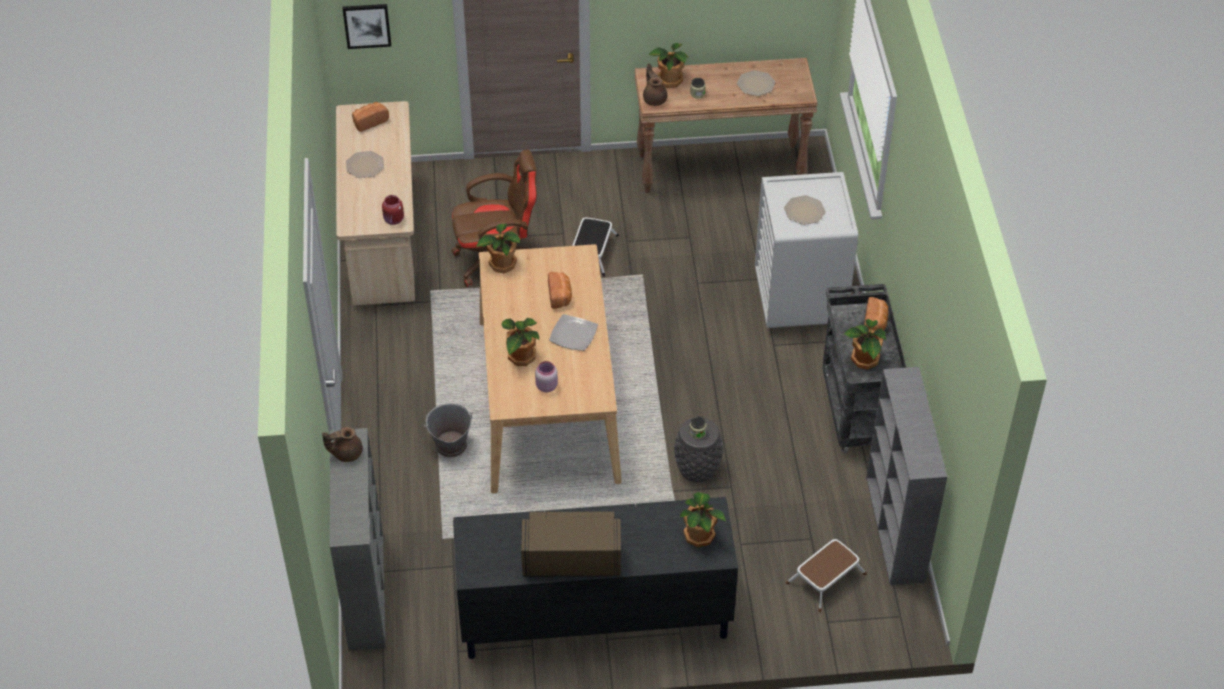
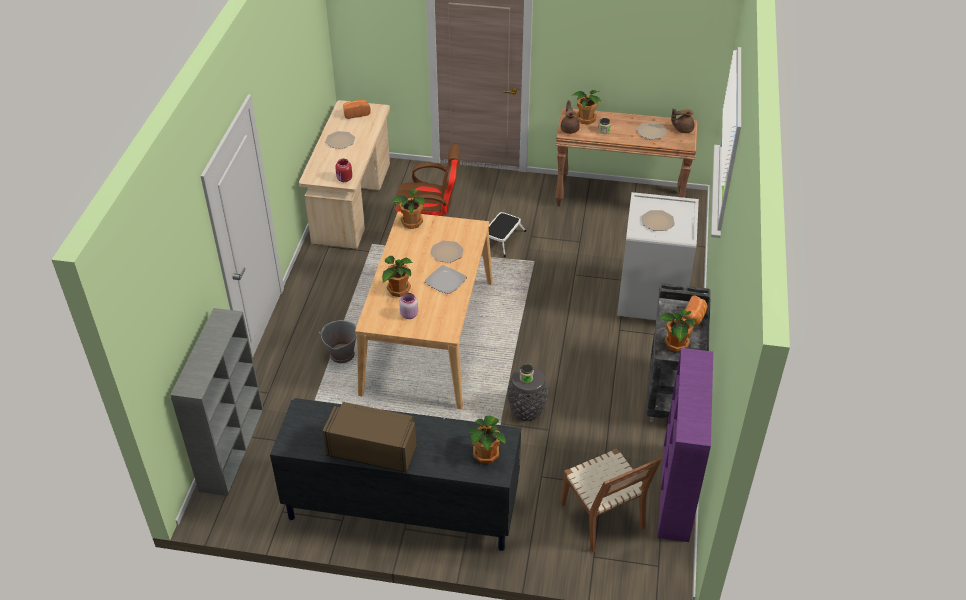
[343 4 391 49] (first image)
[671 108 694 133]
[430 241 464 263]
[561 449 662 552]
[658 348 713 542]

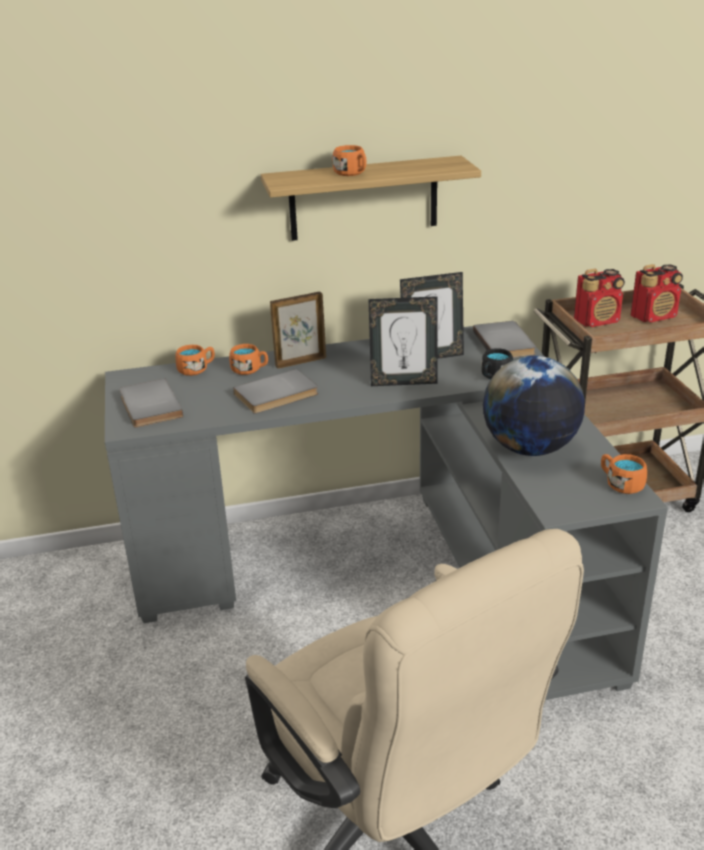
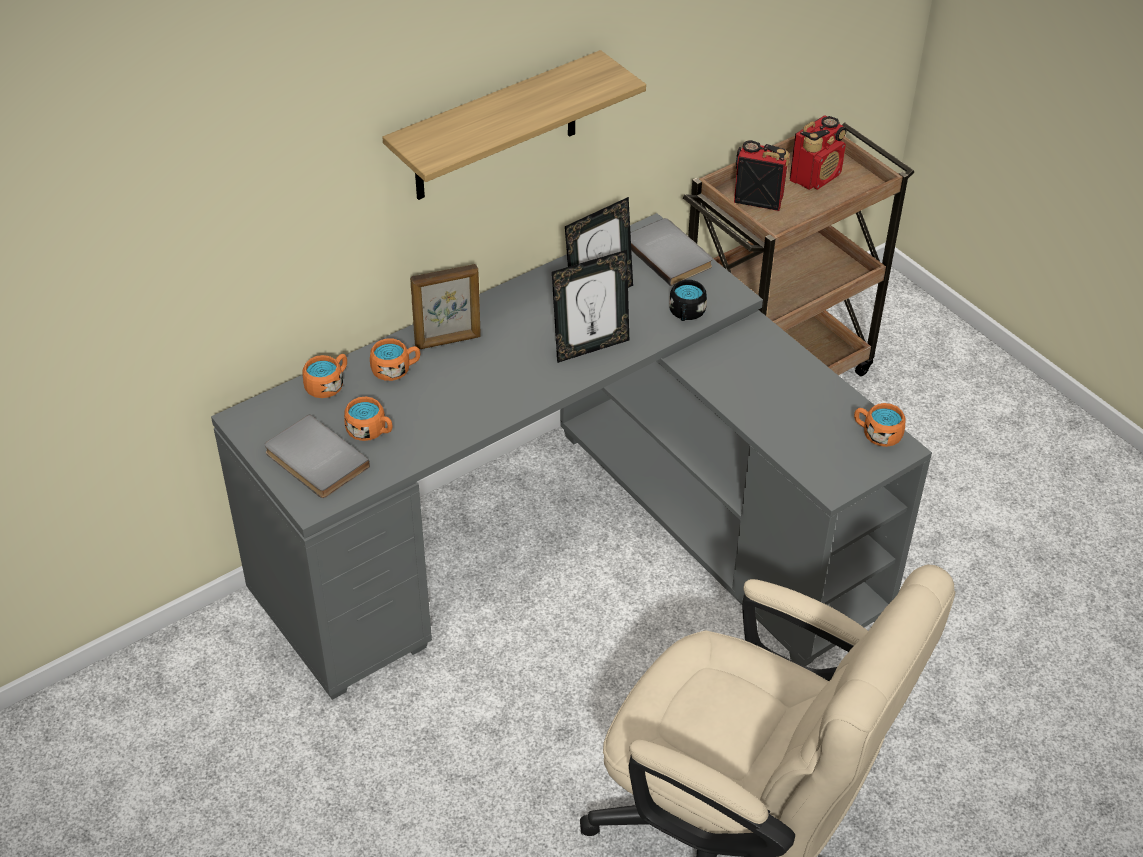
[233 369 318 414] (first image)
[483 356 585 456] (first image)
[344 397 392 441]
[410 264 481 349]
[734 140 790 211]

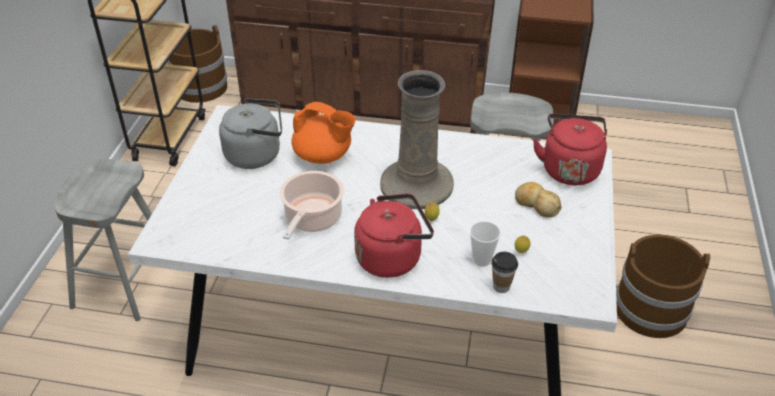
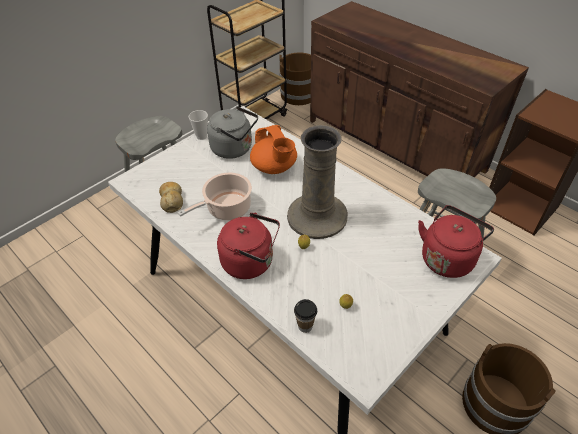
[189 110 208 140]
[159 182 183 213]

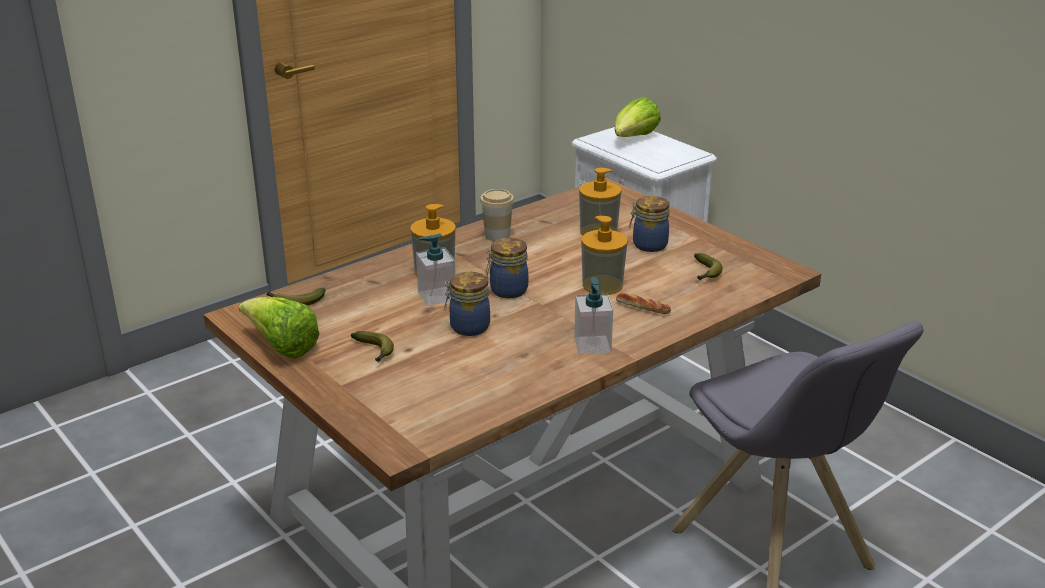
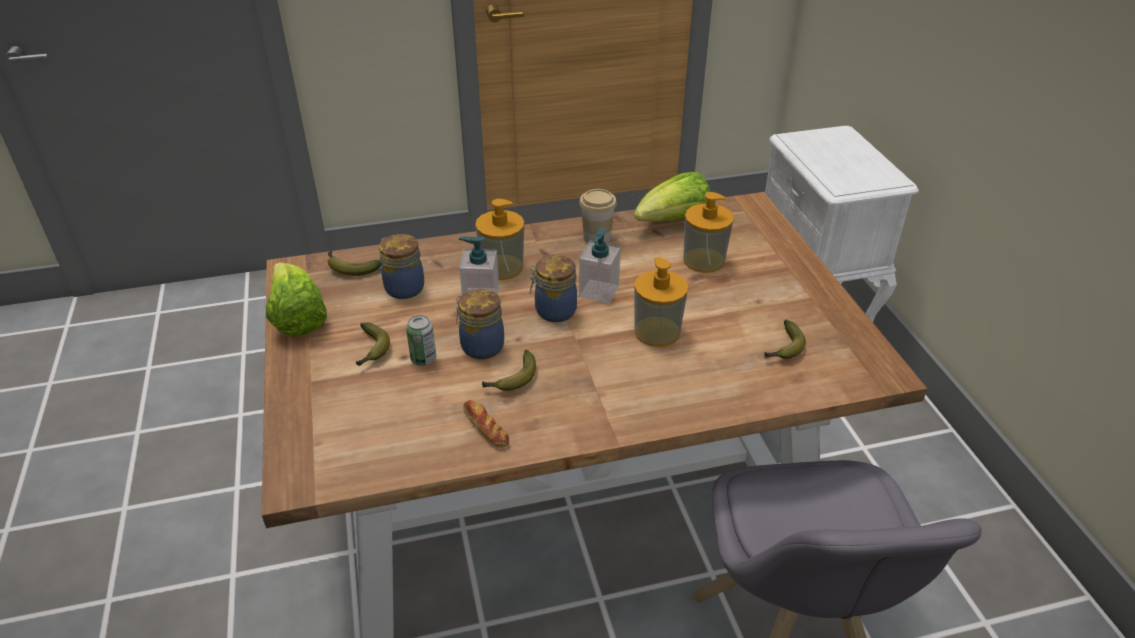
[406 315 436 366]
[482 350 536 391]
[579 228 621 304]
[634 172 710 221]
[463 400 509 448]
[379 234 424 299]

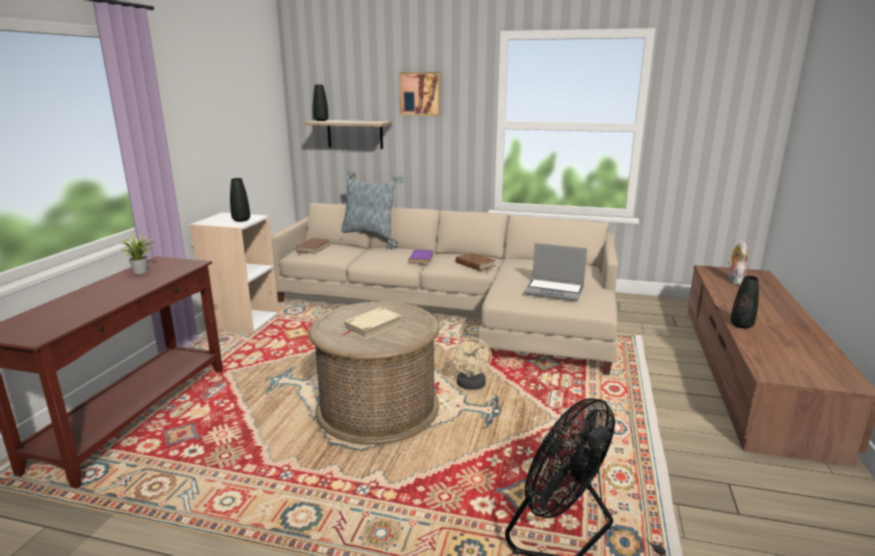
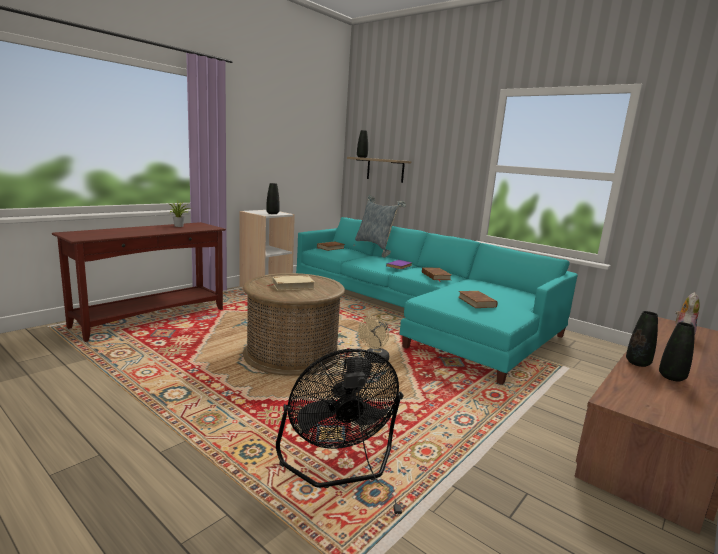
[399 72 441 116] (first image)
[659 322 695 382]
[458 291 498 308]
[296 217 578 385]

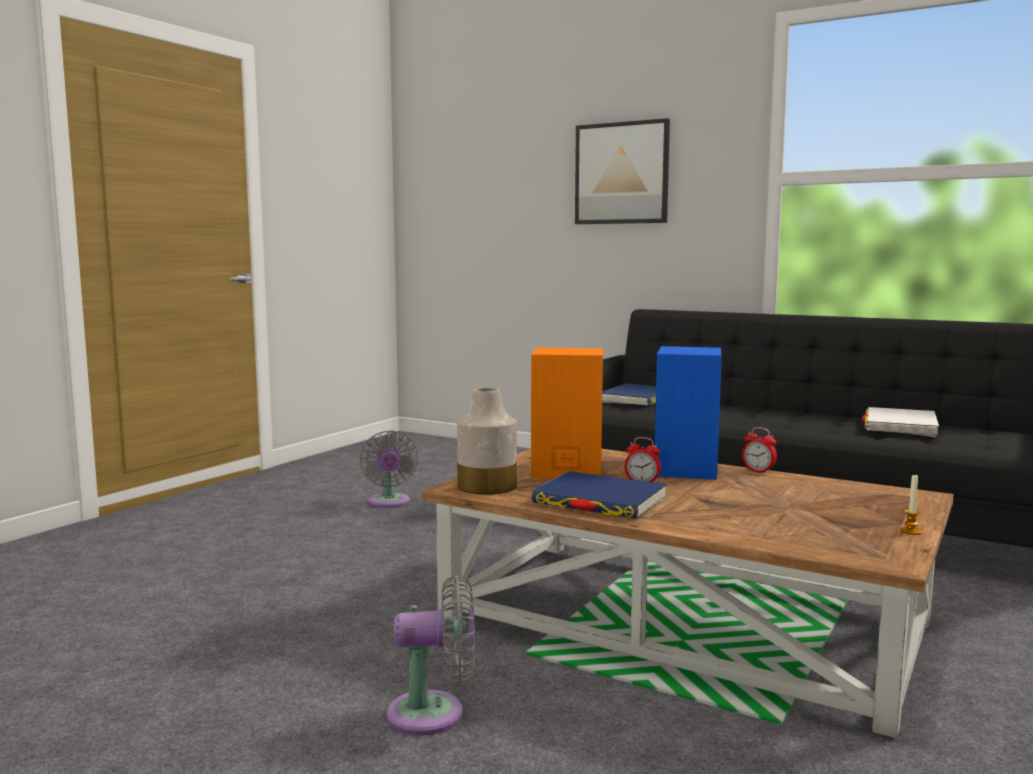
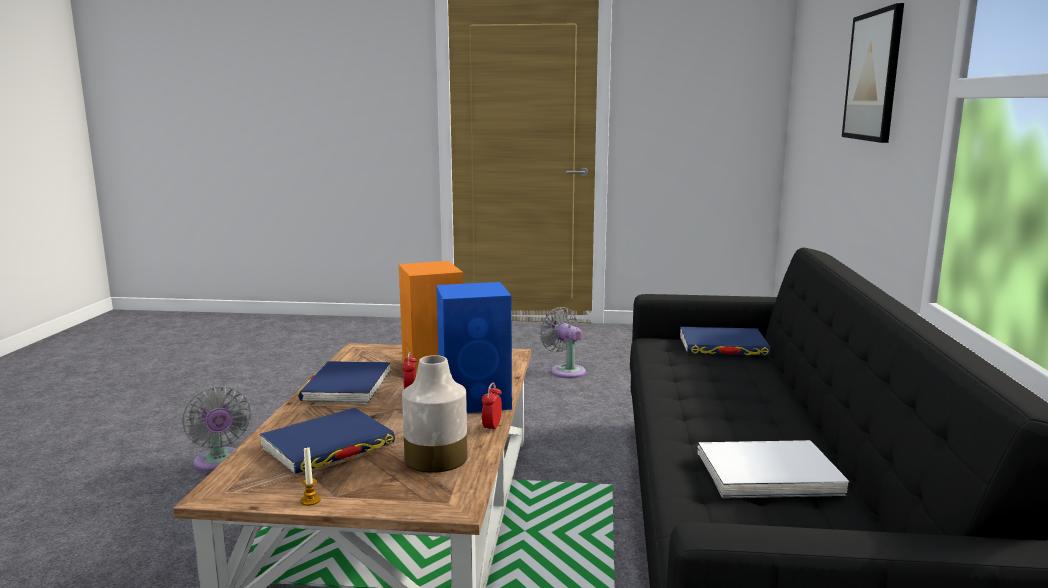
[260 408 395 474]
[402 355 468 473]
[539 307 586 378]

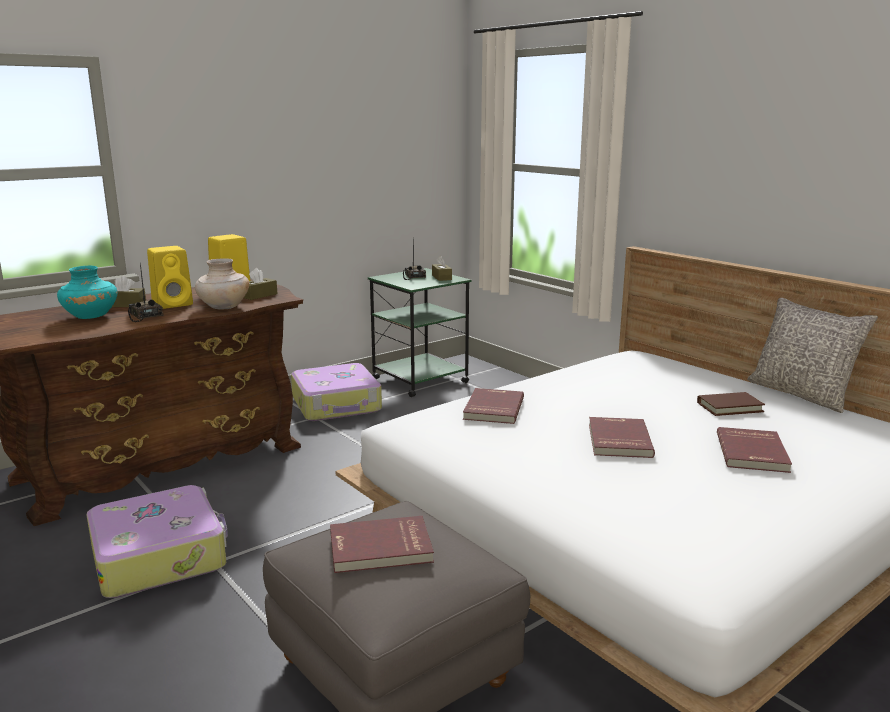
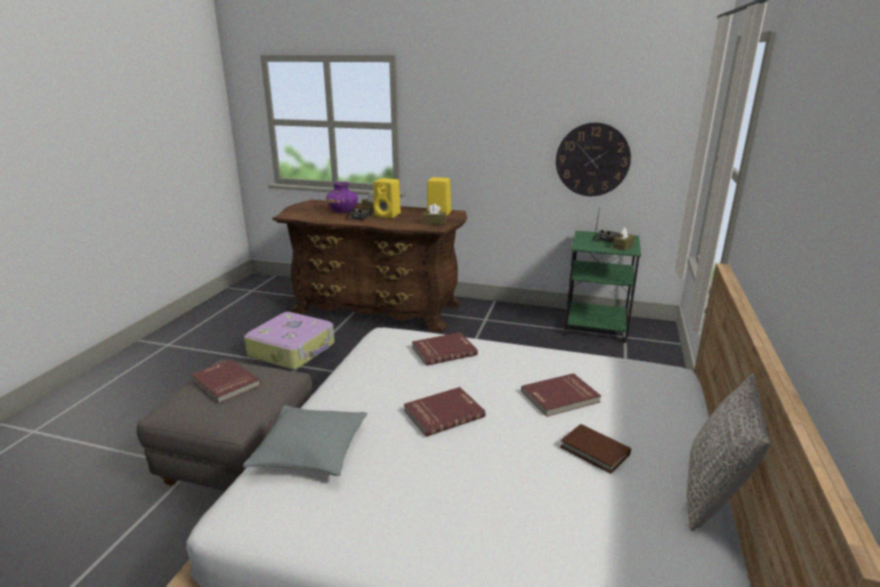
[195 258 249 310] (first image)
[291 363 382 421] (first image)
[243 405 367 476]
[556 123 631 196]
[521 373 601 417]
[326 182 358 213]

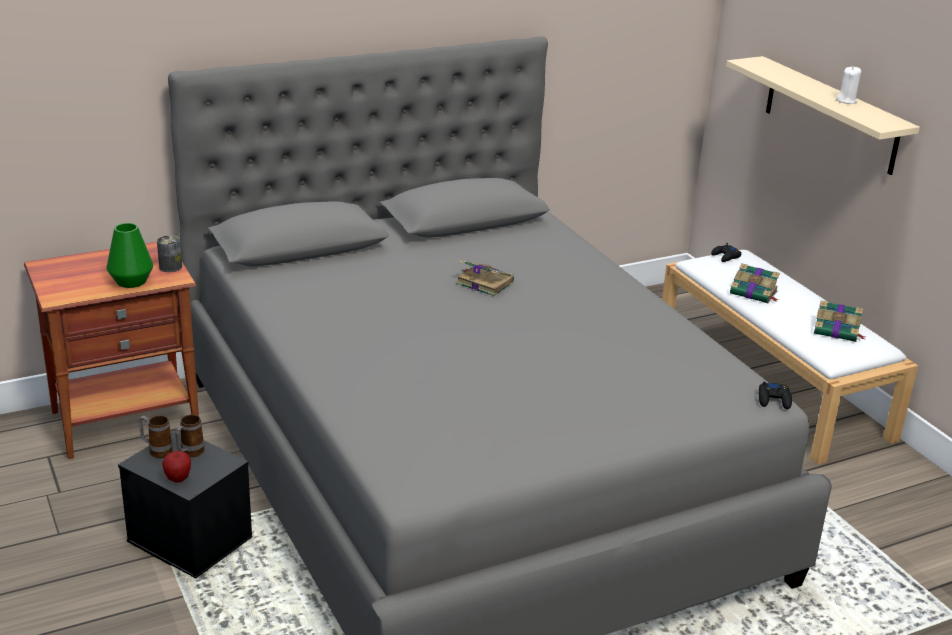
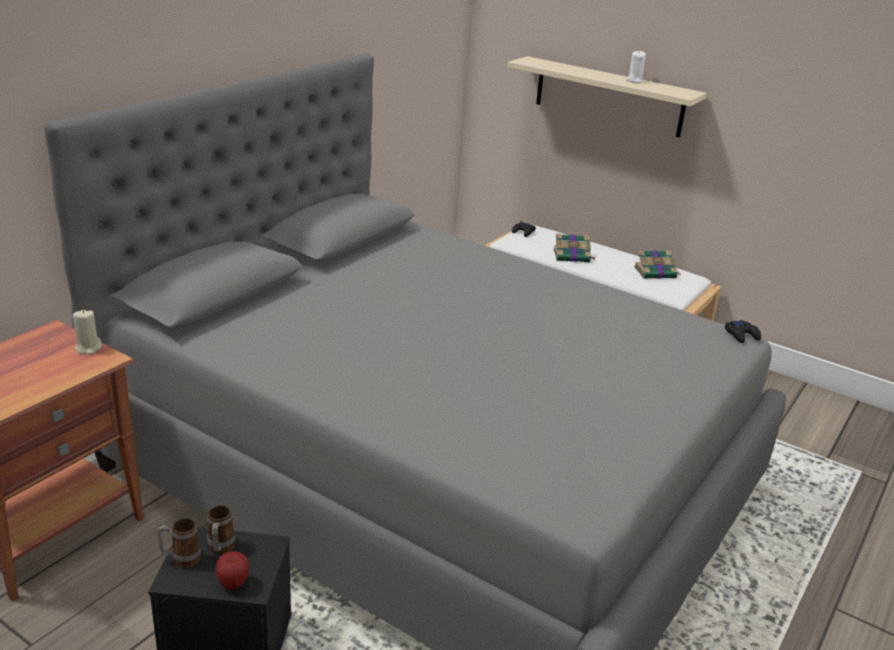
[107 223 153 288] (first image)
[456 260 514 297] (first image)
[73 310 102 354]

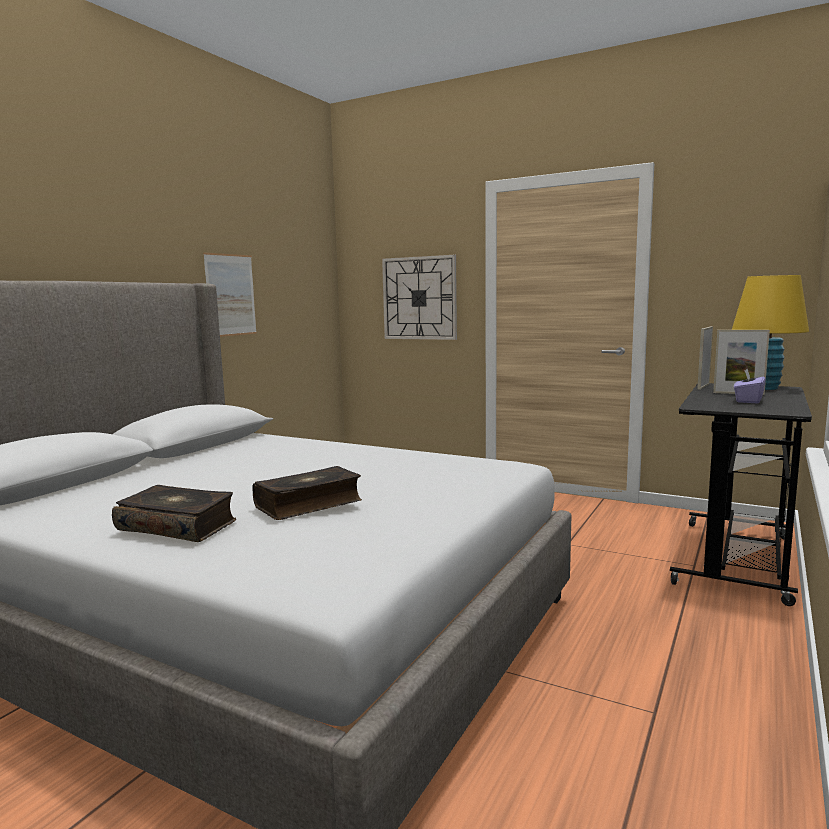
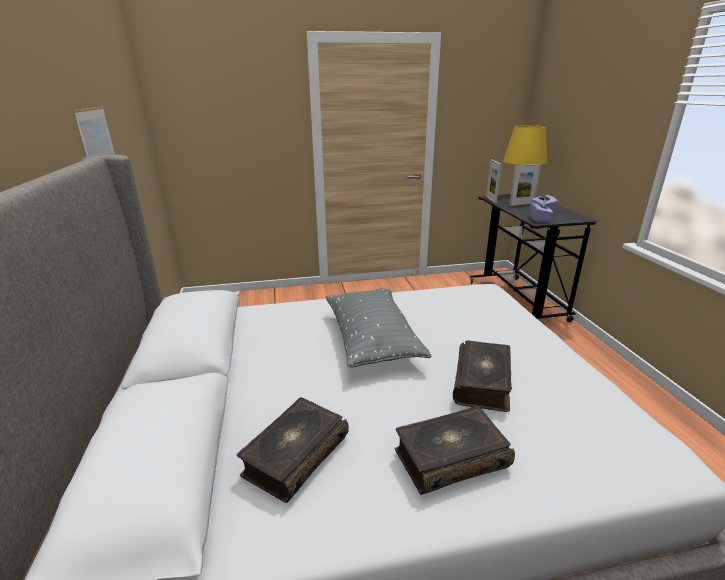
[382 255 457 340] (first image)
[237 397 349 503]
[326 288 431 367]
[530 199 553 223]

